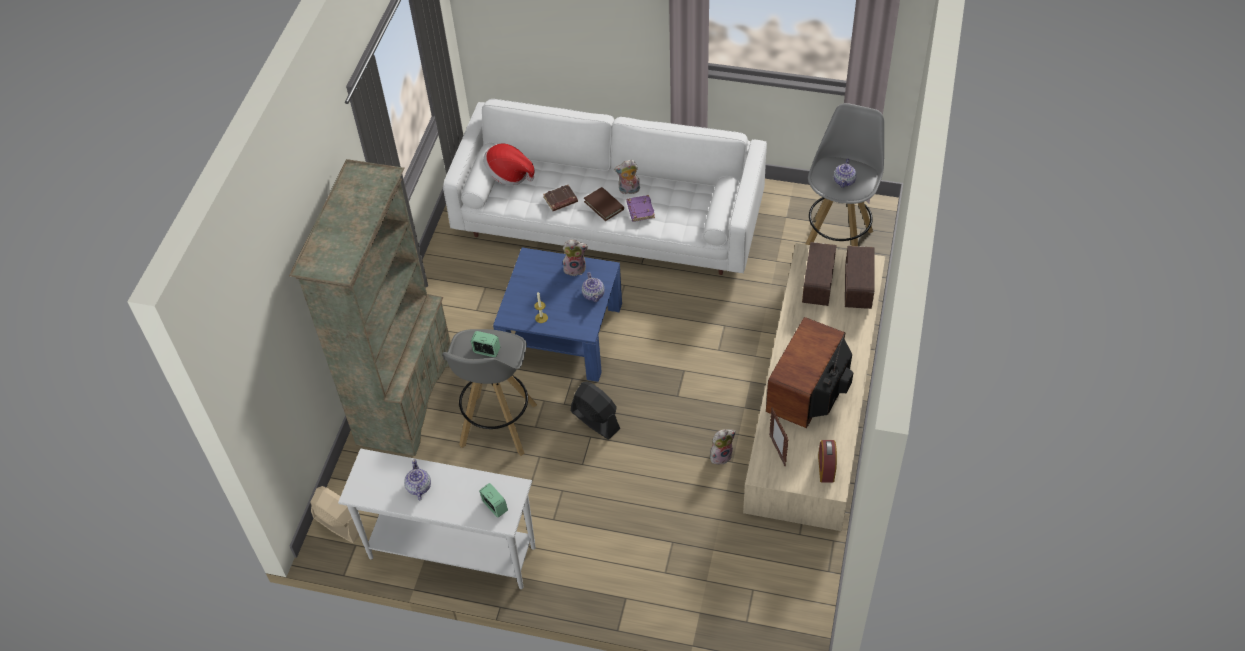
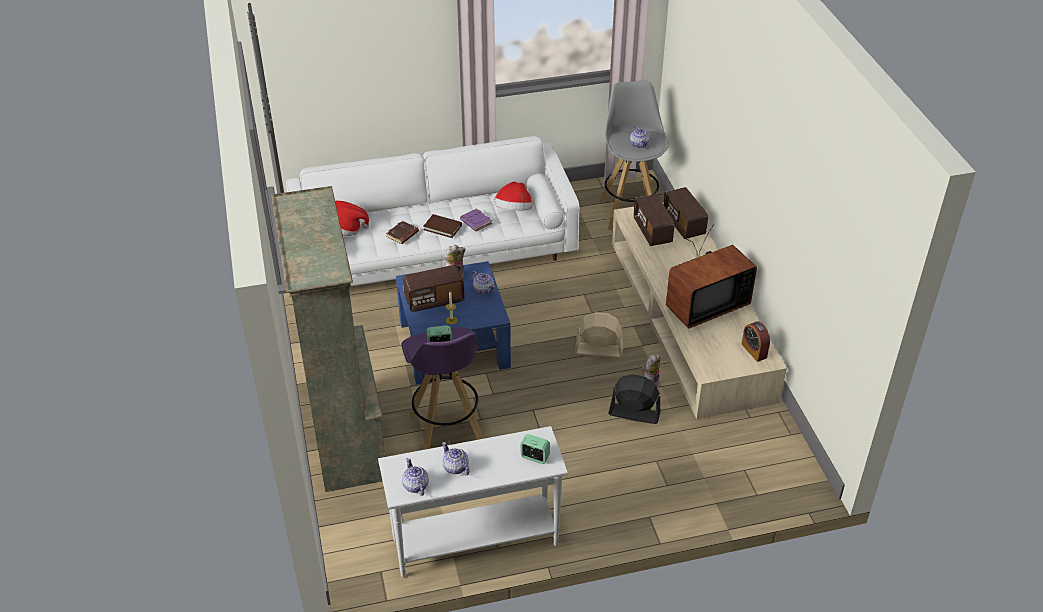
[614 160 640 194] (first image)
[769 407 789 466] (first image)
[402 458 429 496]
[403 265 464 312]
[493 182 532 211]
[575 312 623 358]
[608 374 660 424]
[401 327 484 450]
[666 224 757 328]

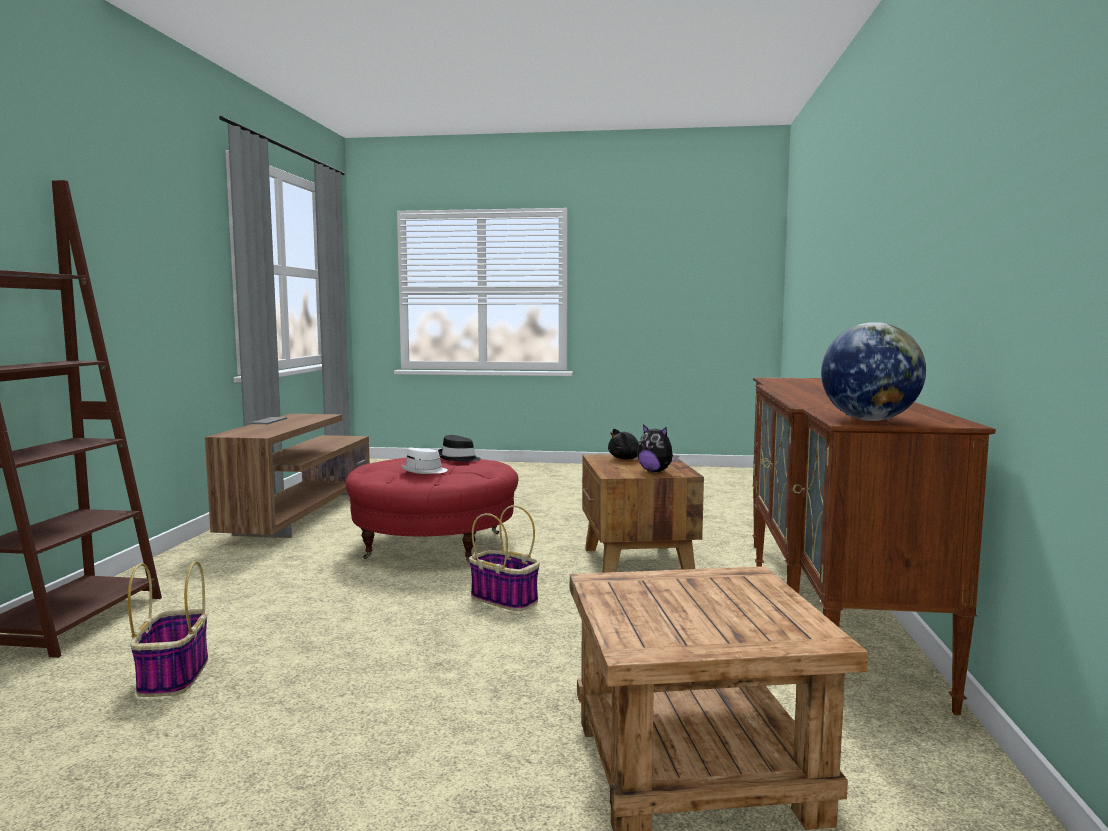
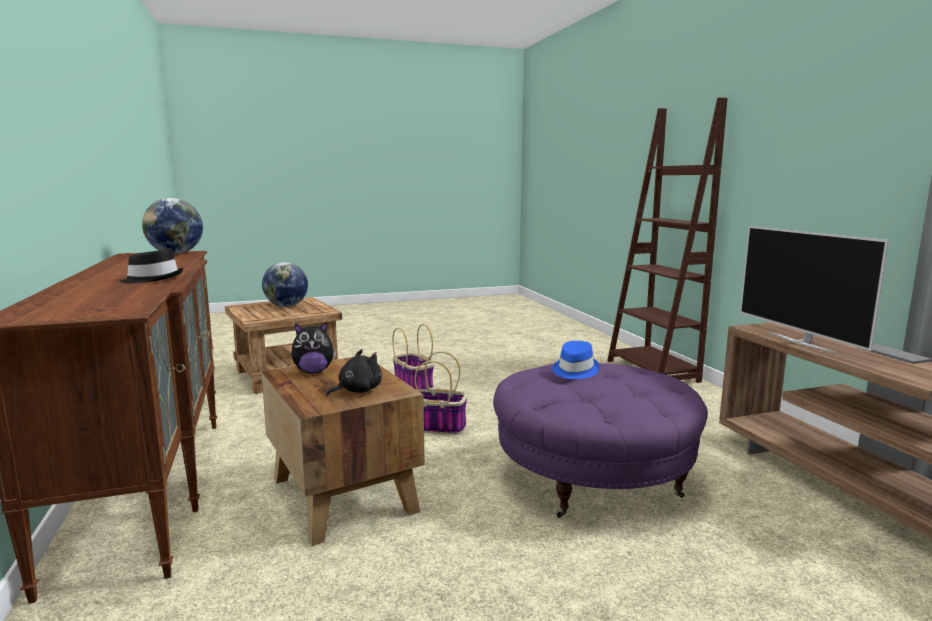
[262 262 308 307]
[740 226 889 354]
[392 324 434 389]
[119 249 184 283]
[493 363 708 518]
[553 341 600 379]
[291 322 337 373]

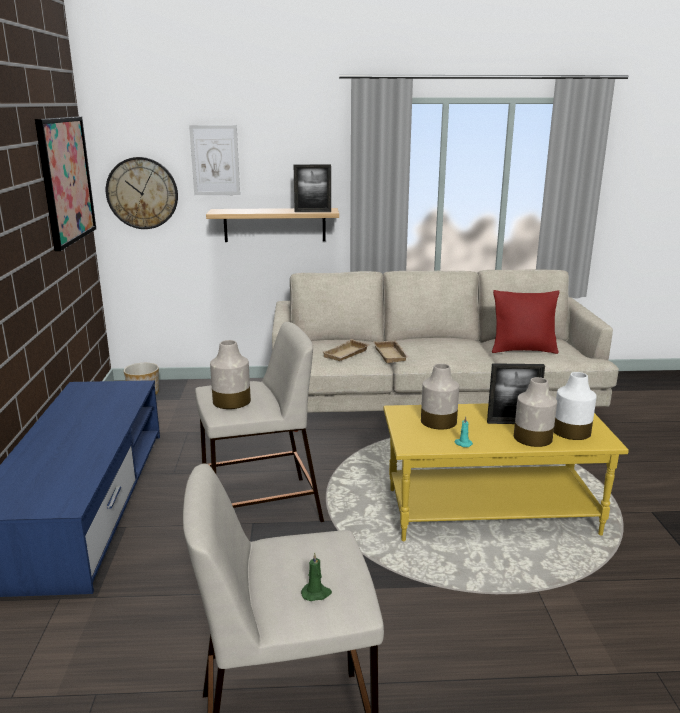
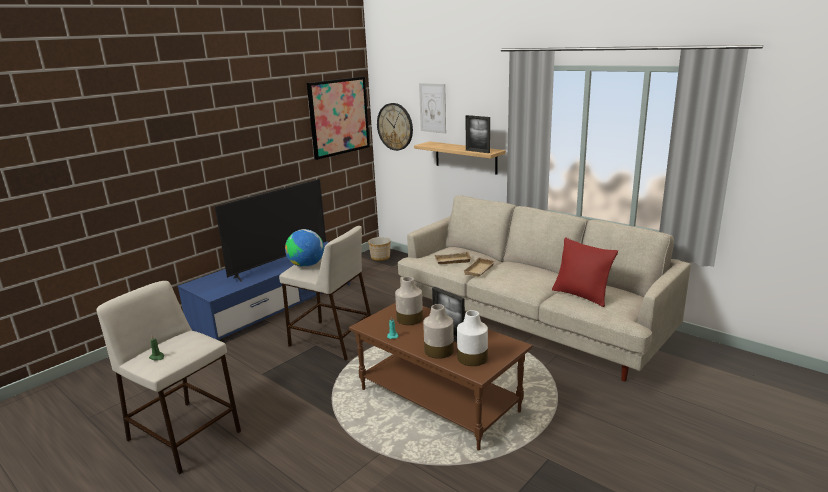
[215 179 326 282]
[285 229 324 267]
[349 303 532 451]

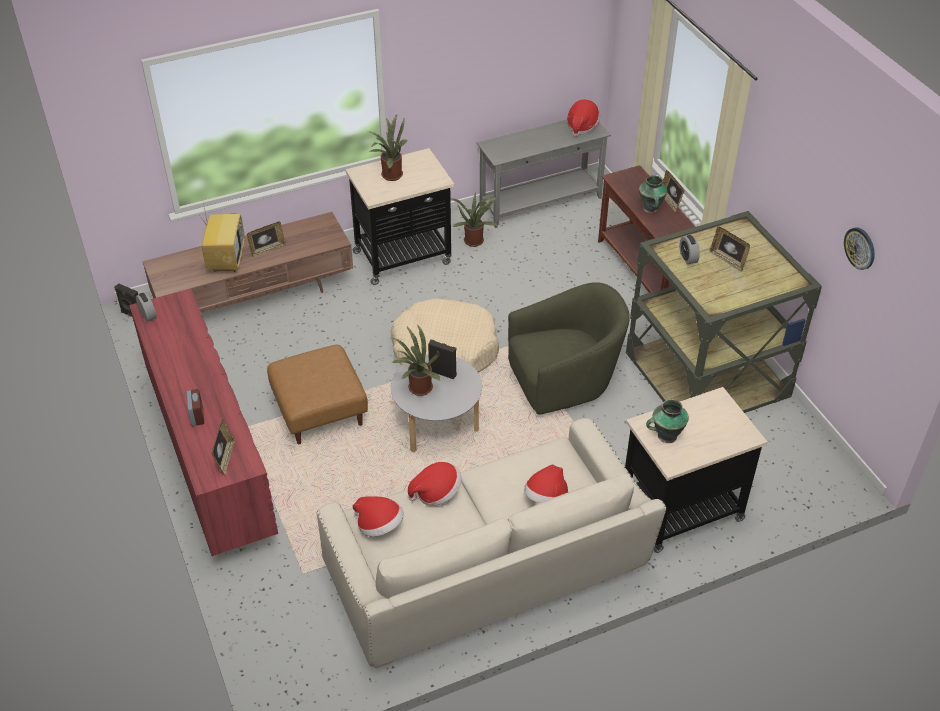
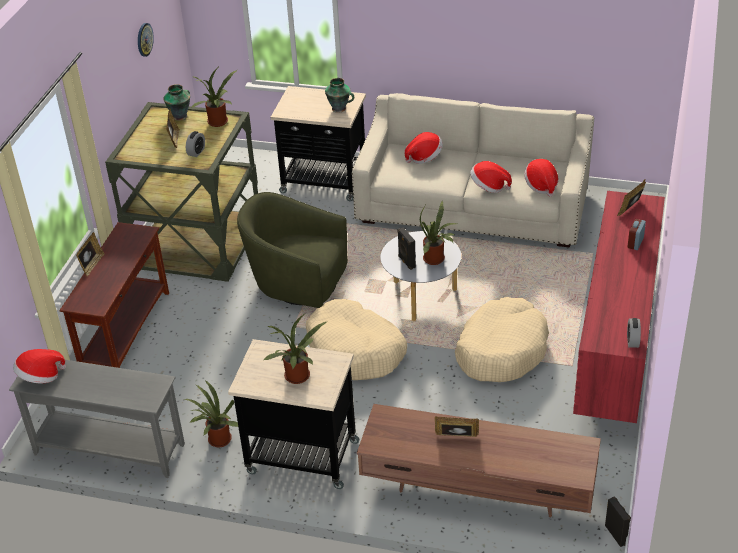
[202 198 245 272] (first image)
[191 66 237 127]
[164 84 190 120]
[455 297 549 382]

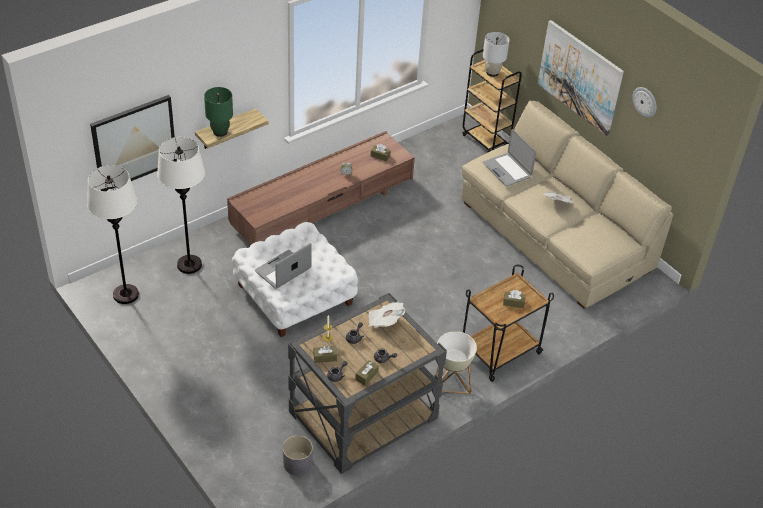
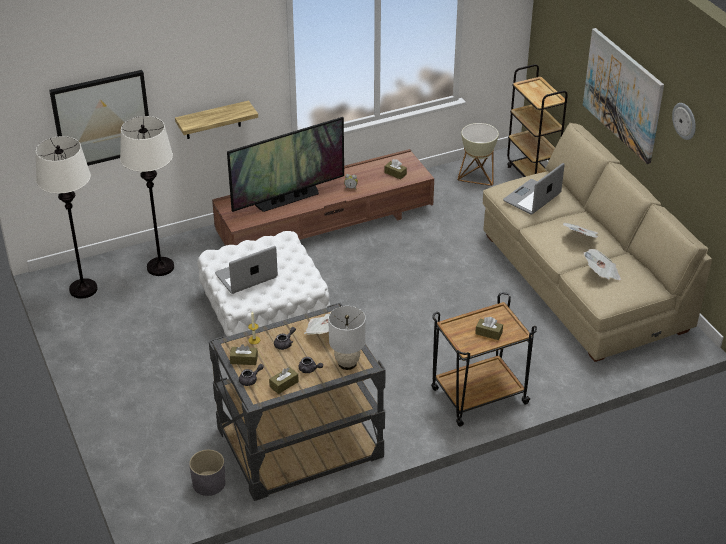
[204 87 233 137] (first image)
[227 117 344 212]
[584 249 621 280]
[457 123 499 186]
[328 306 366 370]
[503 163 565 215]

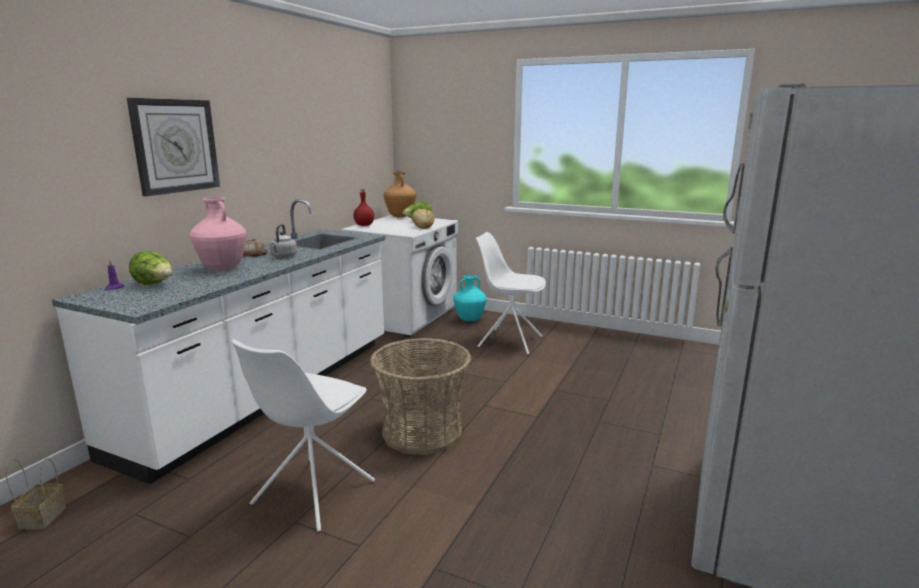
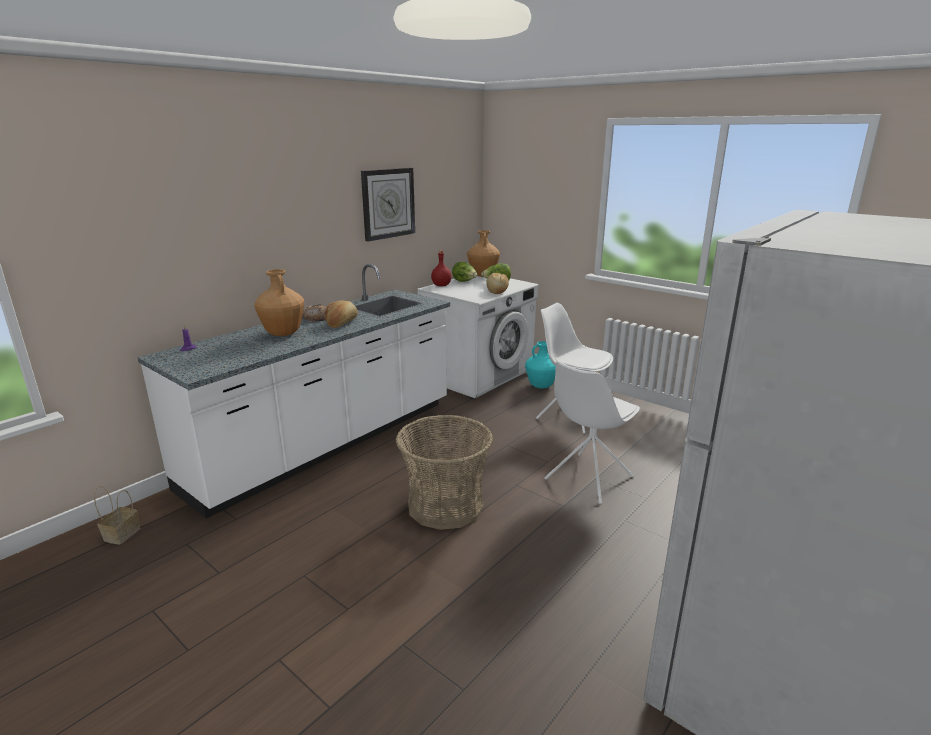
[361 168 415 241]
[452 262 477 282]
[544 361 640 504]
[325 300 358 328]
[254 269 304 336]

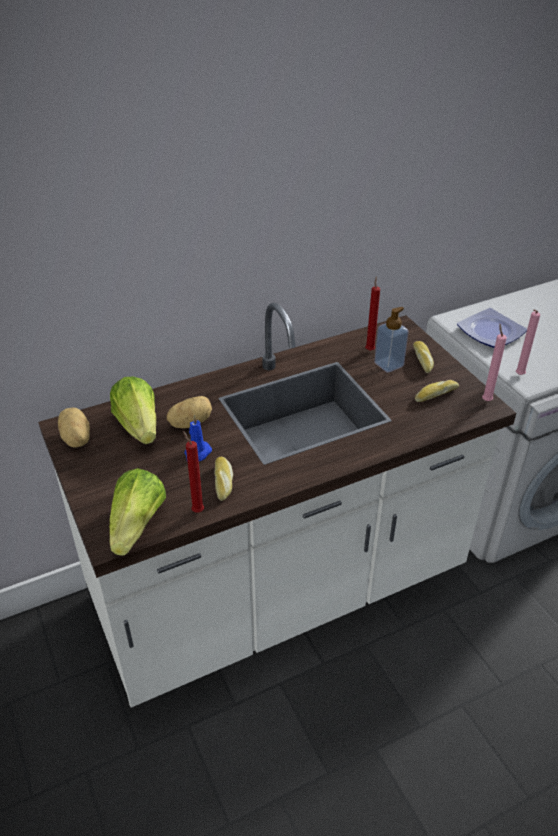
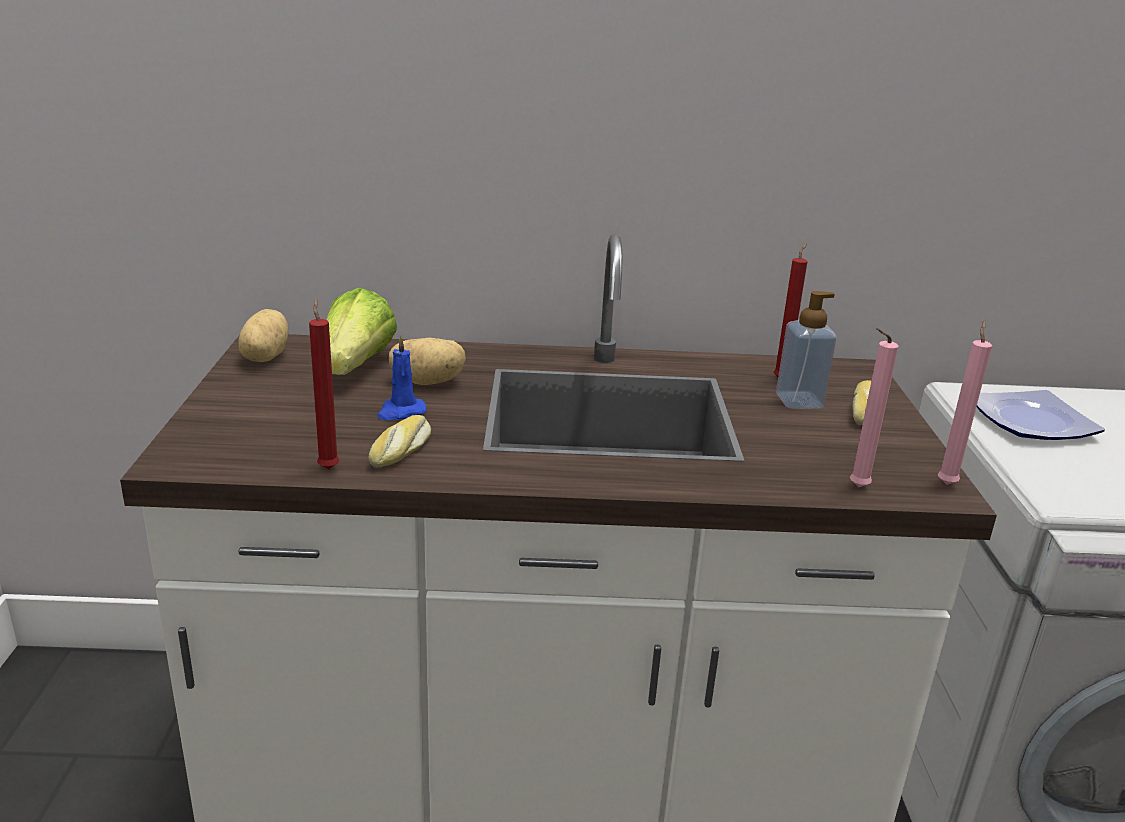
[110 468 166 556] (first image)
[415 380 459 402] (first image)
[850 328 899 487]

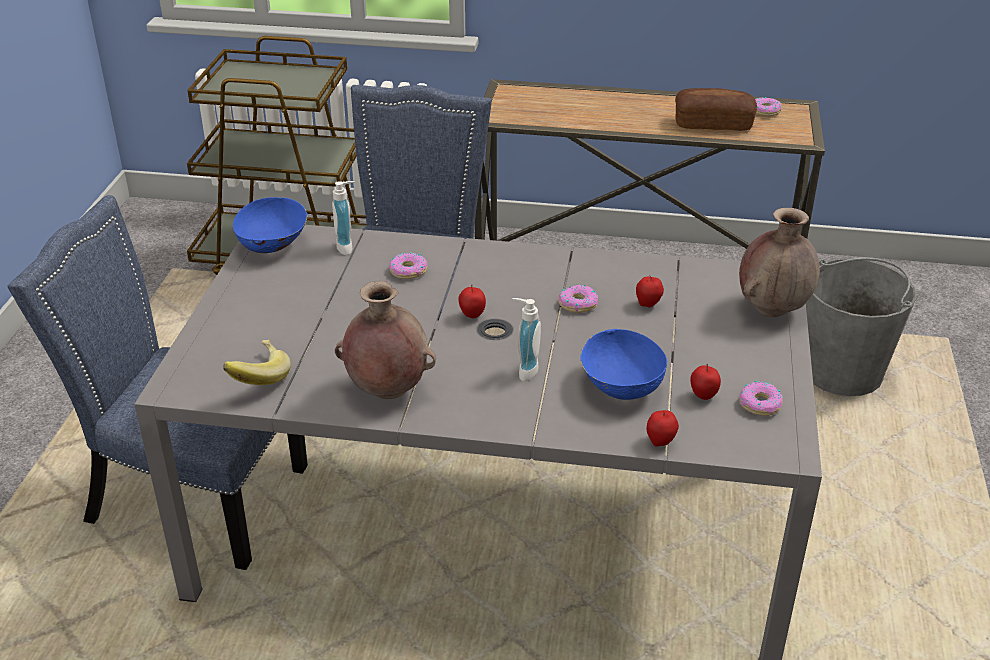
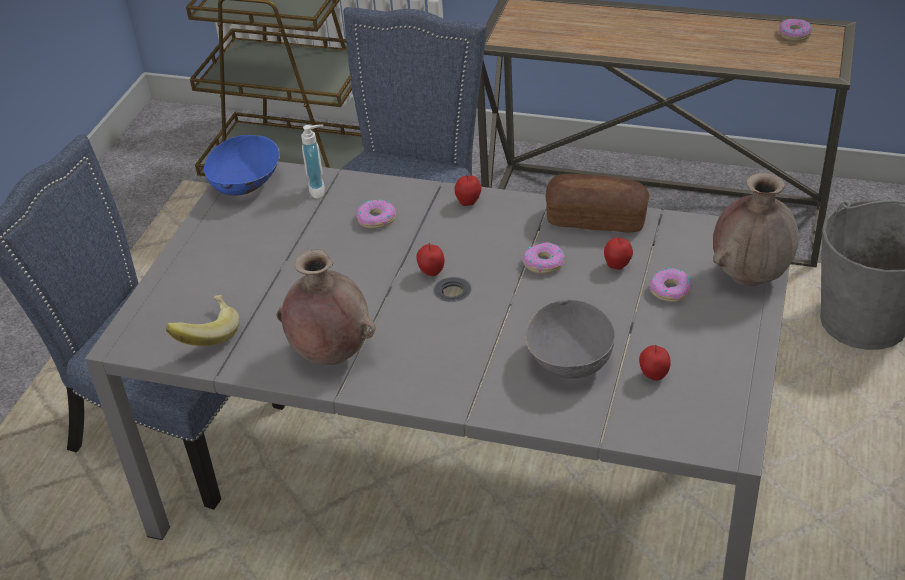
[512 298 541 381] (first image)
[455 175 482 206]
[546 174 649 232]
[650 267 692 302]
[525 299 615 378]

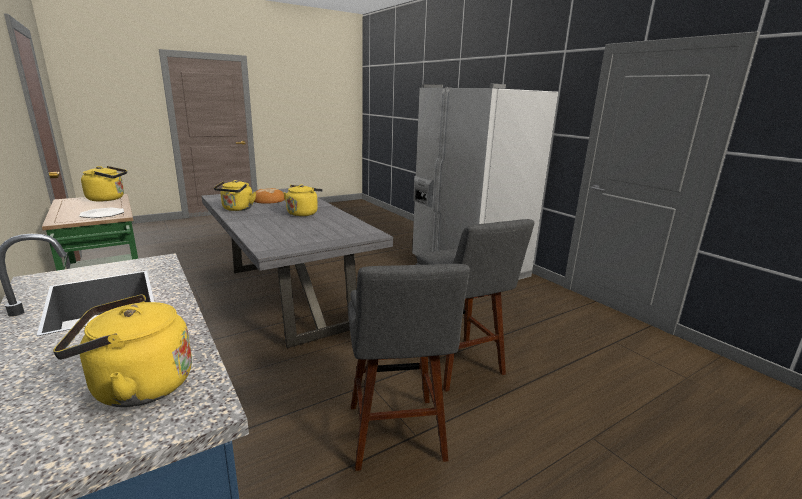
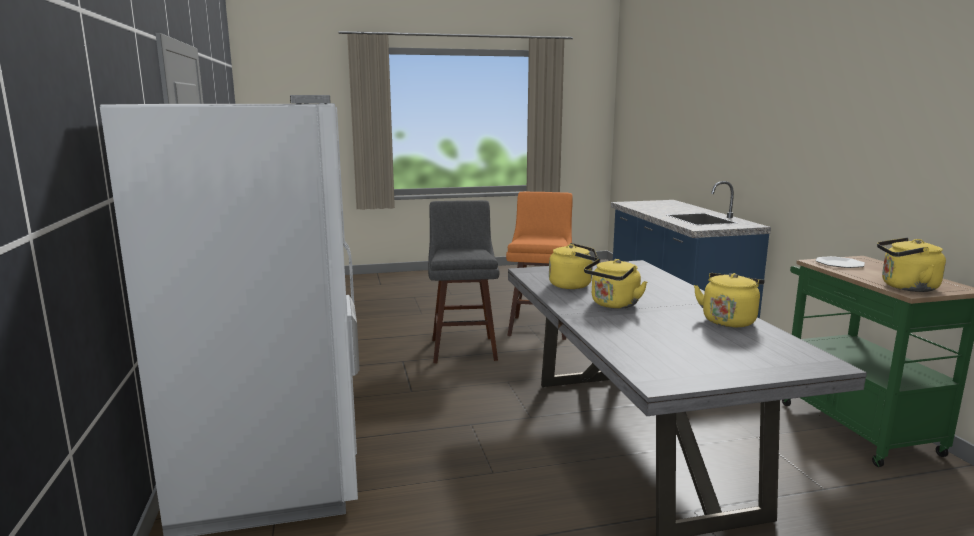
[254 188 285 204] (first image)
[549 243 597 289]
[506 192 573 340]

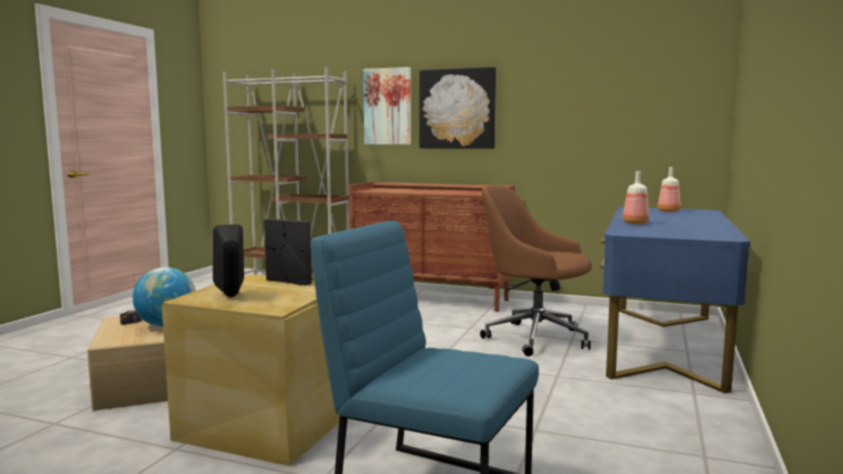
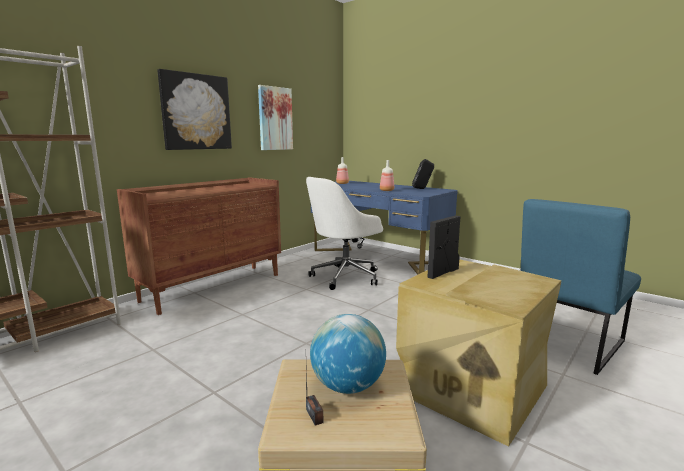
[412 159 434 189]
[258 85 293 150]
[306 177 383 290]

